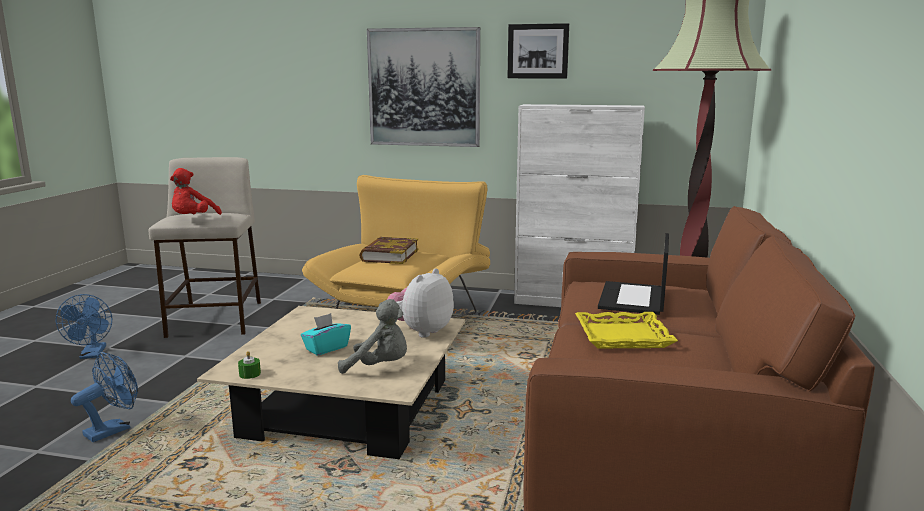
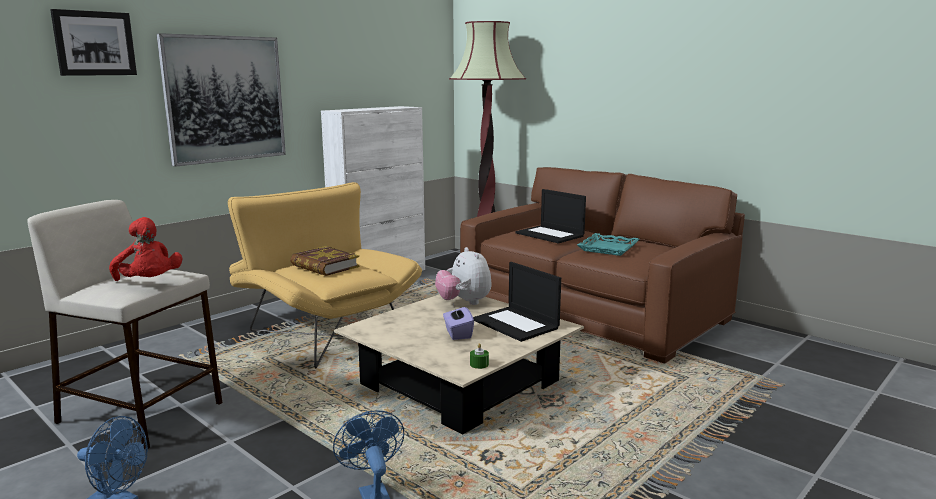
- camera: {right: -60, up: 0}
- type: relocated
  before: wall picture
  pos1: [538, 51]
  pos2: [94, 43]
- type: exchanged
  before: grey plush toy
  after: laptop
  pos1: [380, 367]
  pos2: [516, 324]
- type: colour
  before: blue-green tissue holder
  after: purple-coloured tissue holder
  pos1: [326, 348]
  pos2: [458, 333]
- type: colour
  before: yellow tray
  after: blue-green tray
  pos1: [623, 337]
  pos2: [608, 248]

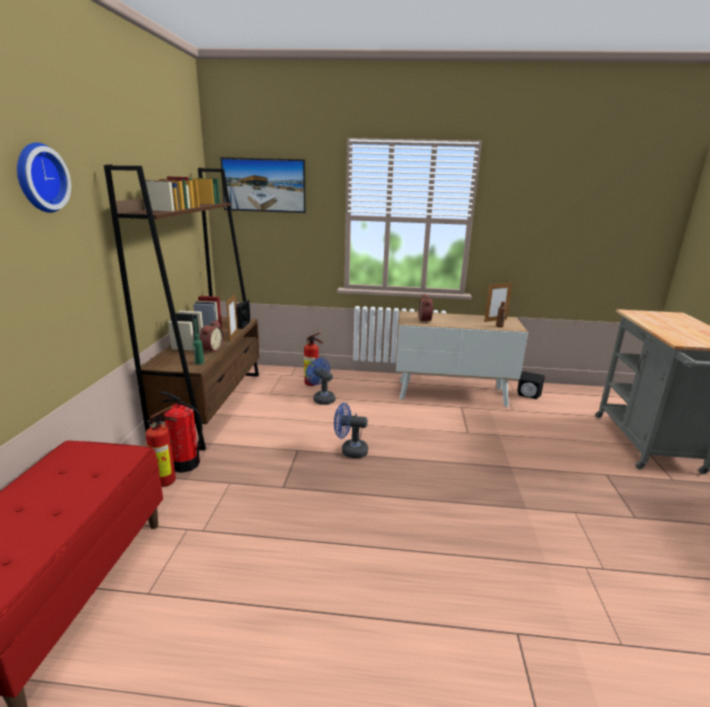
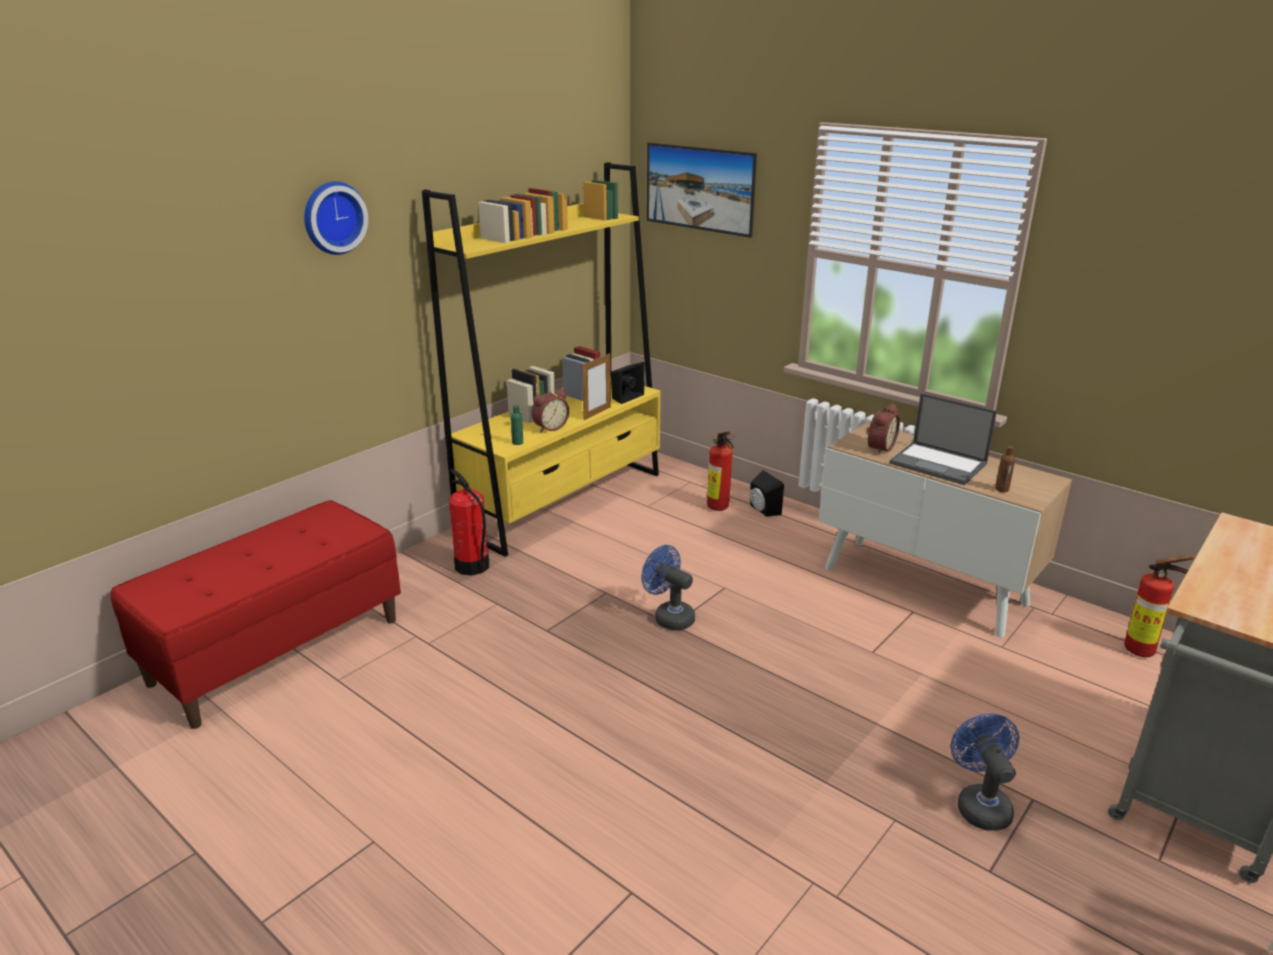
- camera: {right: 35, up: 5}
- type: missing
  before: photo frame
  pos1: [495, 320]
- type: appeared
  after: laptop
  pos2: [939, 464]
- type: relocated
  before: extinguisher
  pos1: [168, 481]
  pos2: [1144, 652]
- type: relocated
  before: blue cooling fan
  pos1: [321, 399]
  pos2: [979, 804]
- type: relocated
  before: blackish speaker
  pos1: [528, 396]
  pos2: [762, 510]
- type: colour
  before: brown-coloured bookshelf
  after: yellow bookshelf
  pos1: [212, 405]
  pos2: [563, 501]

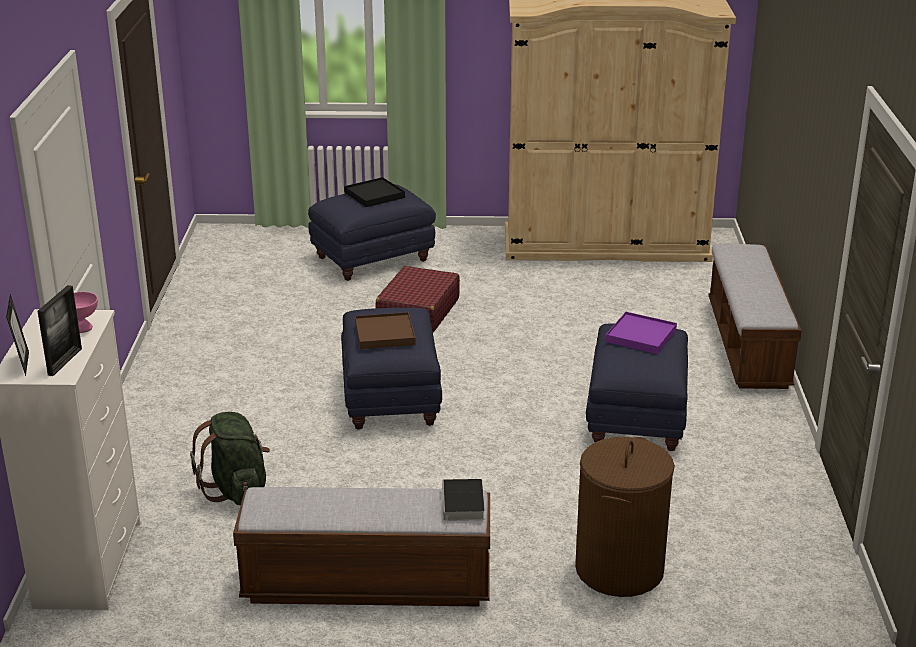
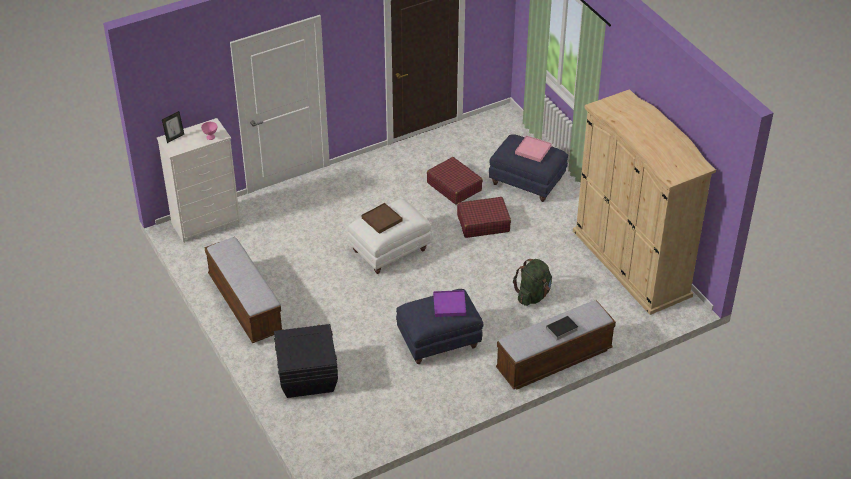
- camera: {right: 60, up: 15}
- type: missing
  before: photo frame
  pos1: [65, 361]
- type: appeared
  after: red piece of luggage
  pos2: [454, 186]
- type: relocated
  before: green-coloured knapsack
  pos1: [236, 490]
  pos2: [533, 295]
- type: relocated
  before: volume
  pos1: [463, 505]
  pos2: [561, 330]
- type: exchanged
  before: brown-coloured washing basket
  after: blackish storage container
  pos1: [619, 570]
  pos2: [307, 377]
- type: colour
  before: blue ottoman
  after: white-coloured ottoman
  pos1: [390, 398]
  pos2: [390, 250]
- type: colour
  before: blackish tray
  after: pink tray
  pos1: [374, 195]
  pos2: [533, 150]

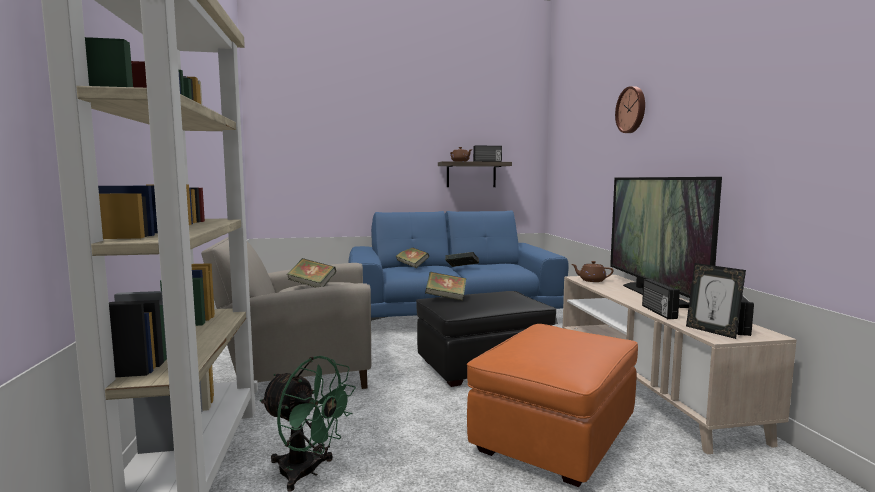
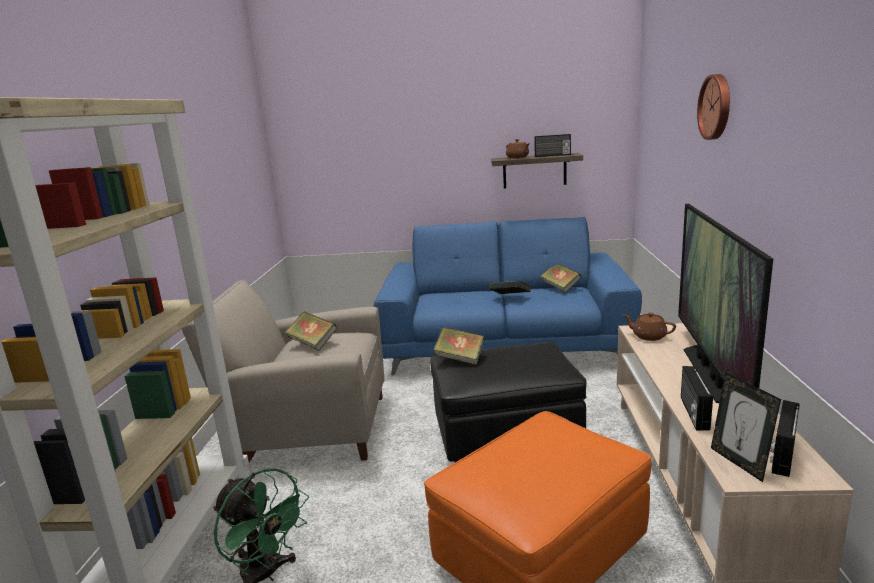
- camera: {right: 15, up: 10}
- type: relocated
  before: volume
  pos1: [412, 266]
  pos2: [560, 287]

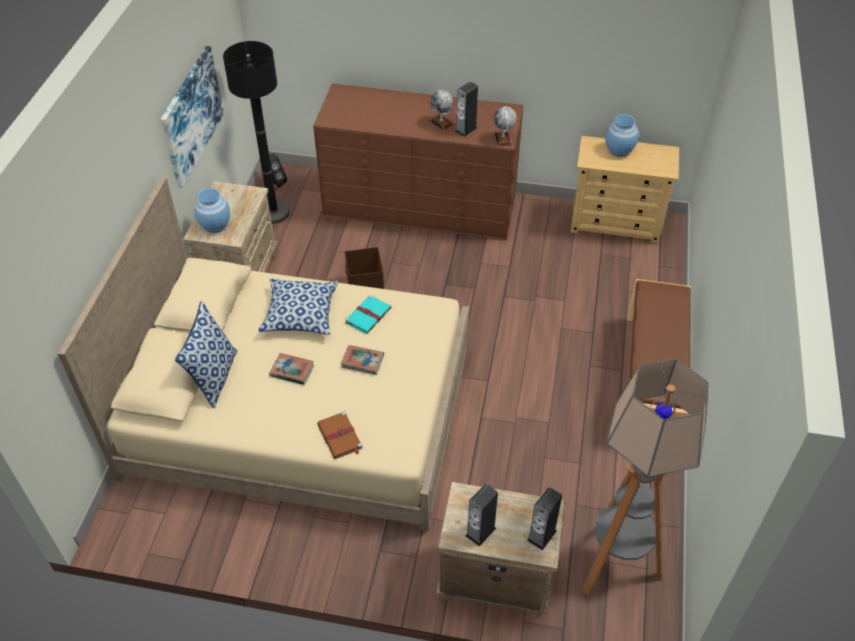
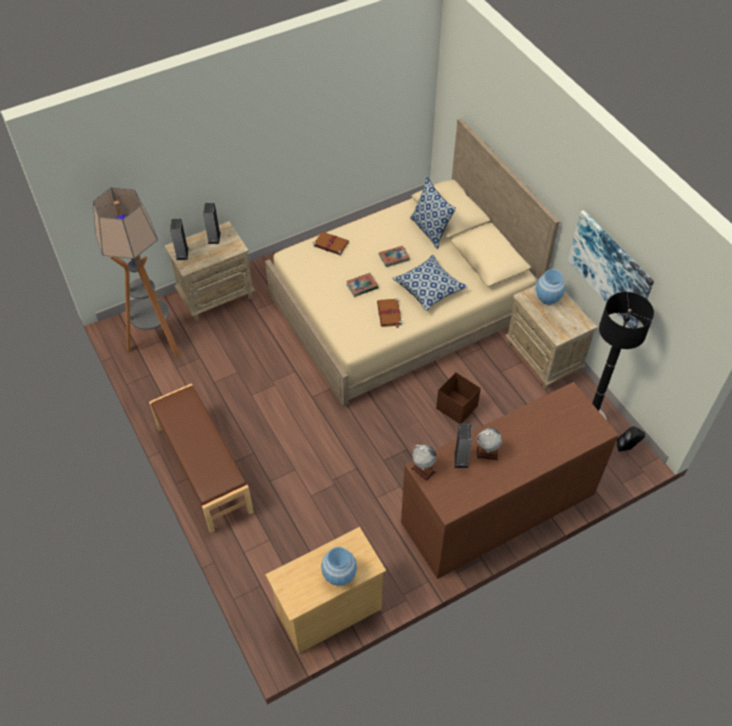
- camera: {right: 140, up: 5}
- type: colour
  before: blue-green volume
  after: brown-coloured volume
  pos1: [368, 315]
  pos2: [389, 314]

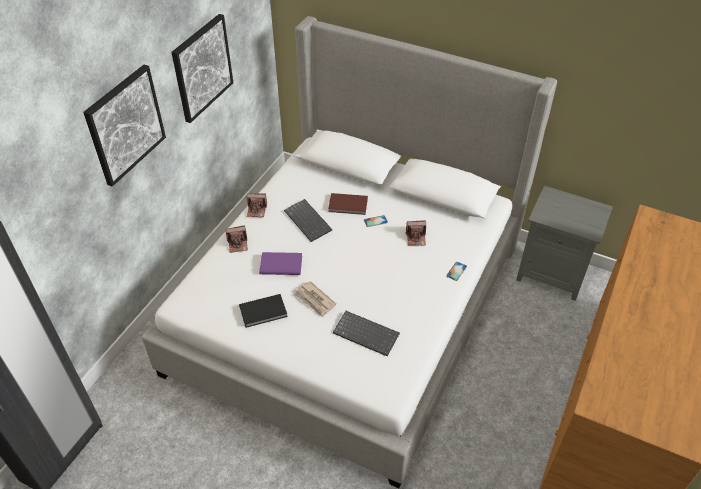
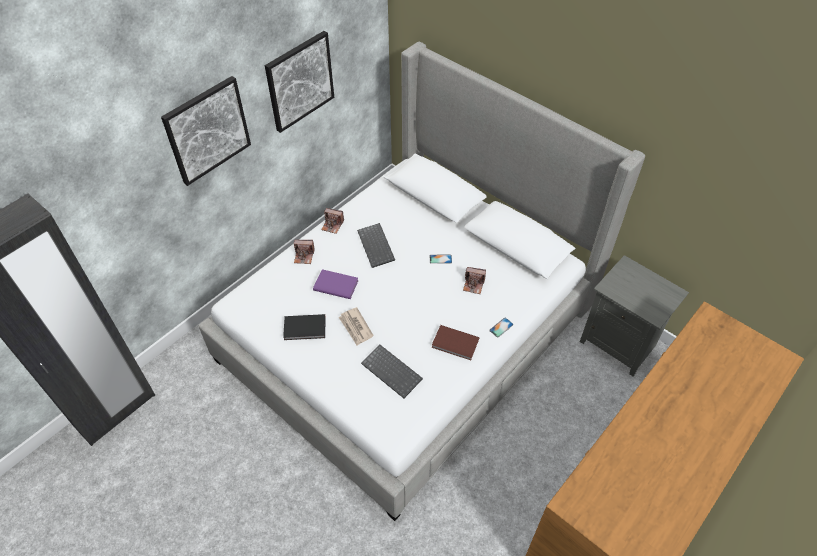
- camera: {right: 15, up: 5}
- type: relocated
  before: brown-coloured volume
  pos1: [348, 205]
  pos2: [455, 344]

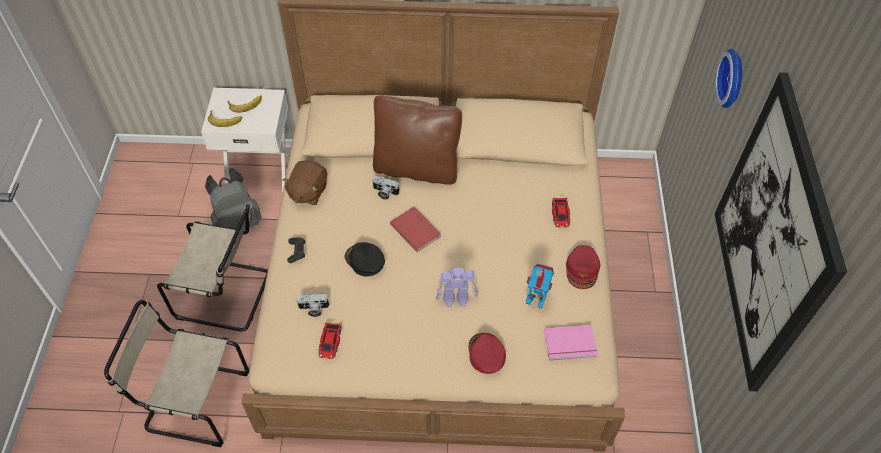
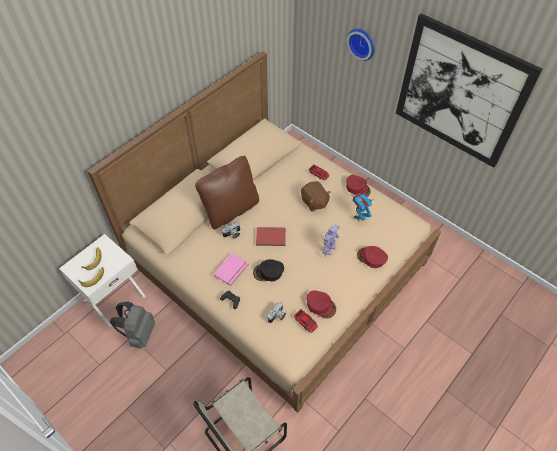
- camera: {right: -50, up: 0}
- type: missing
  before: sand-coloured chair
  pos1: [227, 295]
- type: appeared
  after: red cap
  pos2: [321, 305]
- type: relocated
  before: brown-coloured plush toy
  pos1: [308, 192]
  pos2: [314, 202]
- type: relocated
  before: pink volume
  pos1: [570, 345]
  pos2: [232, 270]

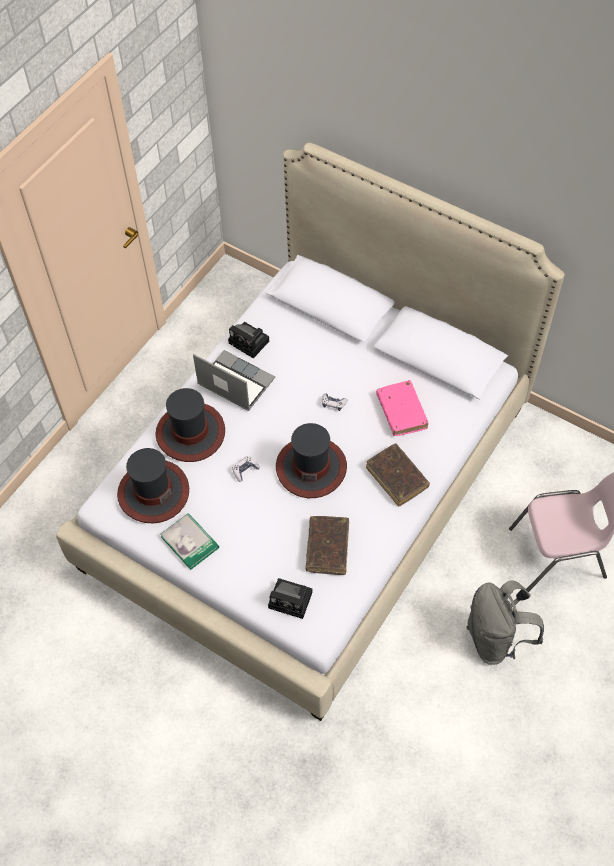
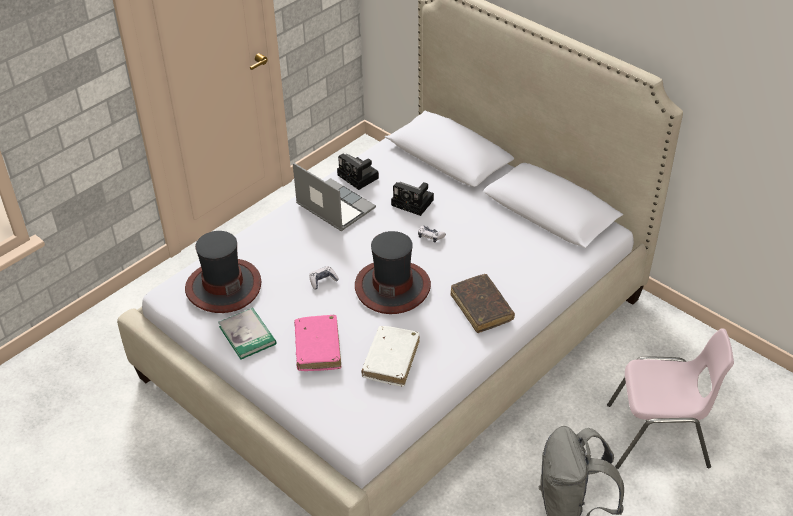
- camera: {right: 10, up: -15}
- type: missing
  before: clothing hat
  pos1: [191, 433]
- type: relocated
  before: still camera
  pos1: [292, 600]
  pos2: [414, 203]
- type: relocated
  before: pink volume
  pos1: [401, 412]
  pos2: [317, 348]
- type: colour
  before: brown-coloured volume
  after: white-coloured volume
  pos1: [327, 548]
  pos2: [391, 360]

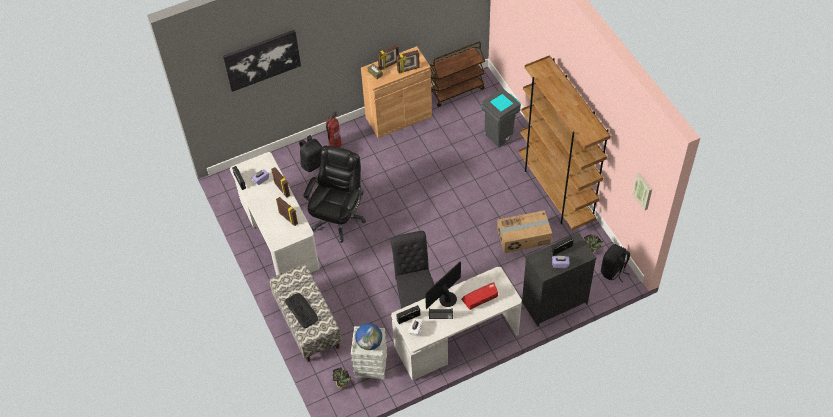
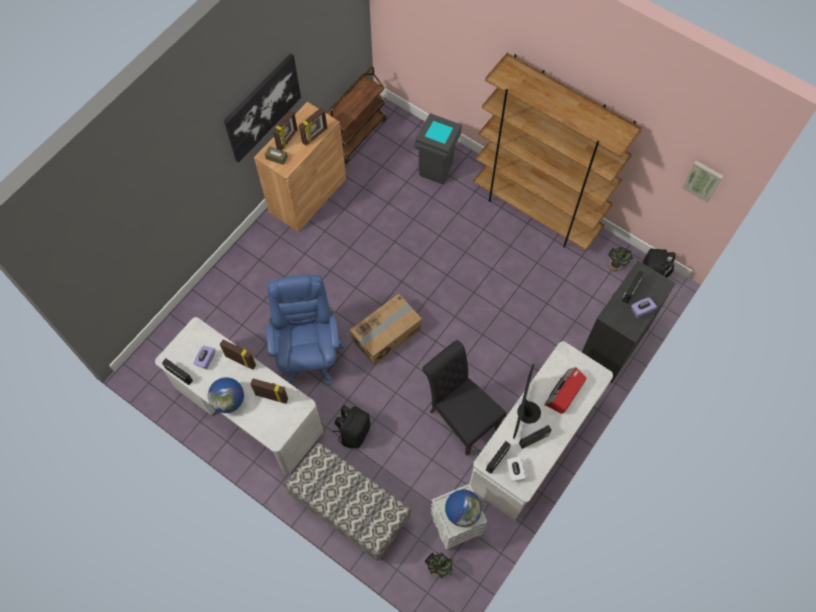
- camera: {right: -30, up: 10}
- type: missing
  before: computer keyboard
  pos1: [301, 310]
- type: missing
  before: extinguisher
  pos1: [335, 144]
- type: appeared
  after: world globe
  pos2: [229, 401]
- type: relocated
  before: wall picture
  pos1: [262, 60]
  pos2: [262, 107]
- type: relocated
  before: blackish knapsack
  pos1: [313, 163]
  pos2: [353, 432]
- type: relocated
  before: cardboard box
  pos1: [524, 237]
  pos2: [387, 334]
- type: colour
  before: blackish desk chair
  after: blue desk chair
  pos1: [338, 218]
  pos2: [308, 354]

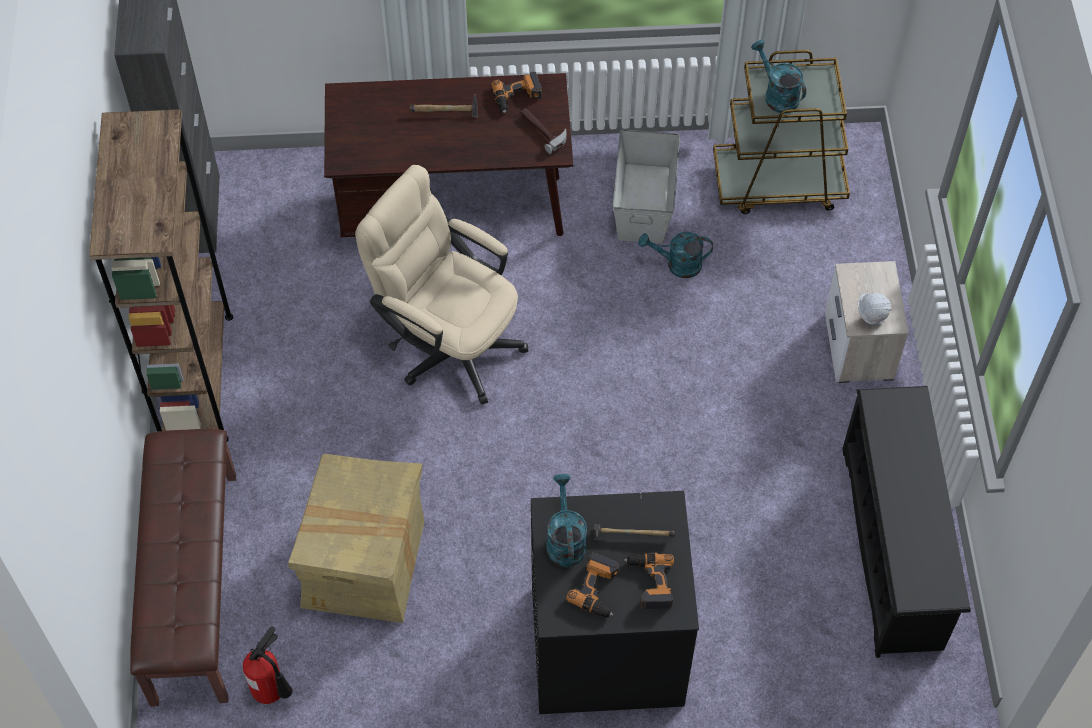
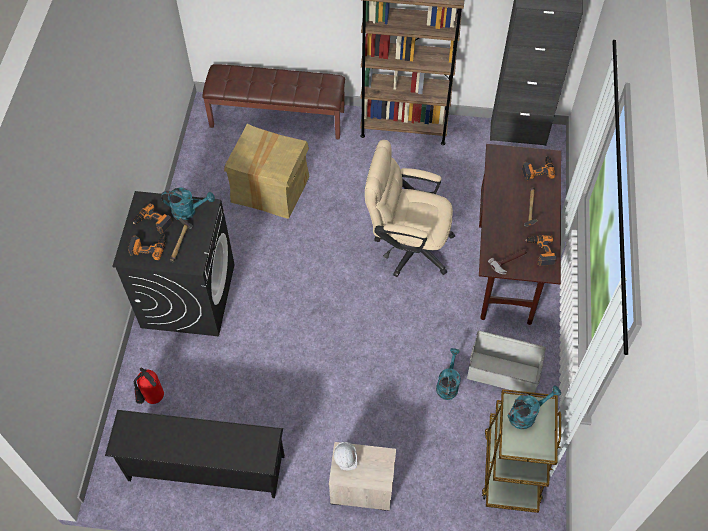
- camera: {right: 100, up: 0}
- type: appeared
  after: power drill
  pos2: [537, 170]
- type: relocated
  before: extinguisher
  pos1: [273, 691]
  pos2: [152, 399]
- type: spun
  before: sand-coloured desk chair
  pos1: [448, 343]
  pos2: [407, 246]
  turn: -120

